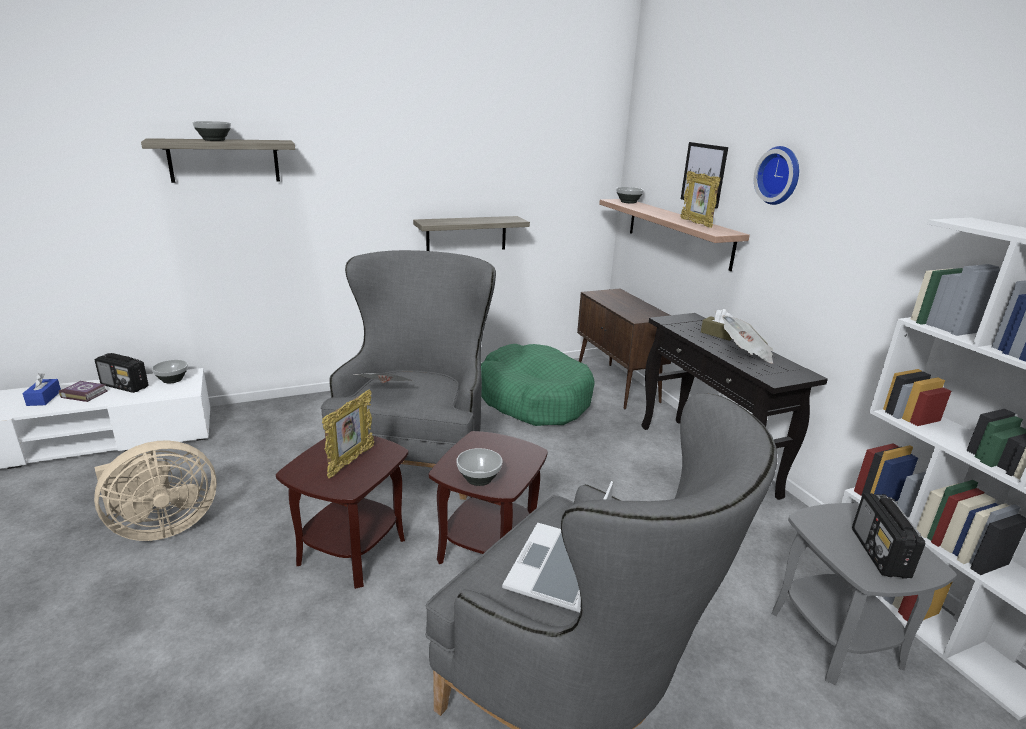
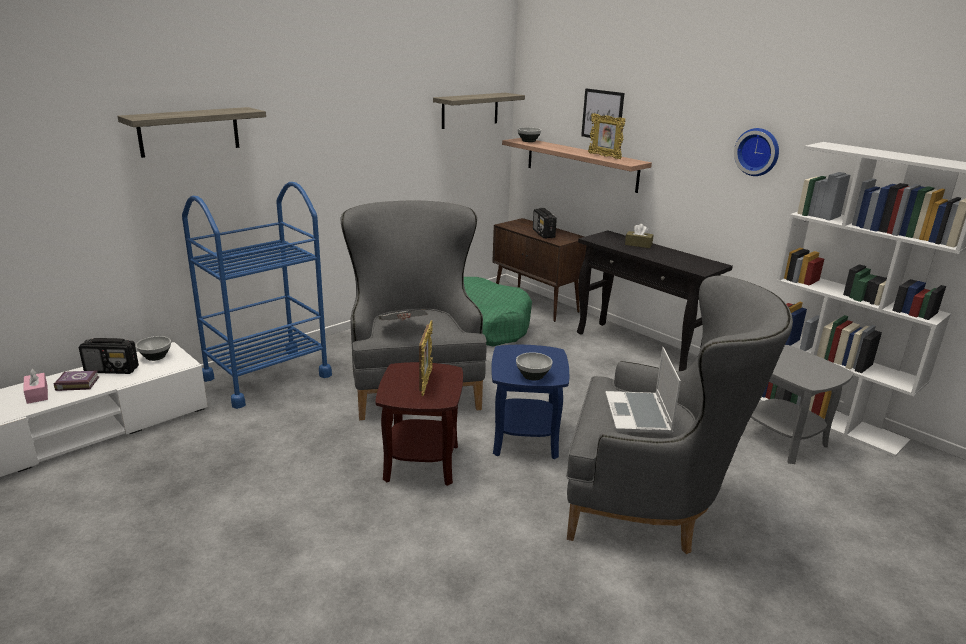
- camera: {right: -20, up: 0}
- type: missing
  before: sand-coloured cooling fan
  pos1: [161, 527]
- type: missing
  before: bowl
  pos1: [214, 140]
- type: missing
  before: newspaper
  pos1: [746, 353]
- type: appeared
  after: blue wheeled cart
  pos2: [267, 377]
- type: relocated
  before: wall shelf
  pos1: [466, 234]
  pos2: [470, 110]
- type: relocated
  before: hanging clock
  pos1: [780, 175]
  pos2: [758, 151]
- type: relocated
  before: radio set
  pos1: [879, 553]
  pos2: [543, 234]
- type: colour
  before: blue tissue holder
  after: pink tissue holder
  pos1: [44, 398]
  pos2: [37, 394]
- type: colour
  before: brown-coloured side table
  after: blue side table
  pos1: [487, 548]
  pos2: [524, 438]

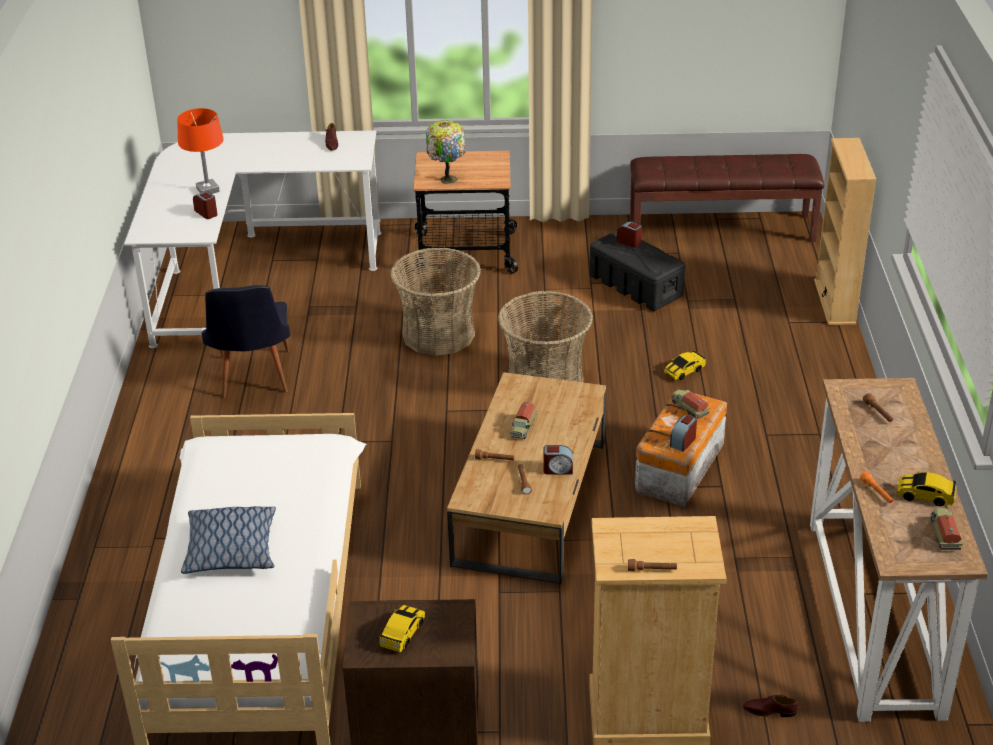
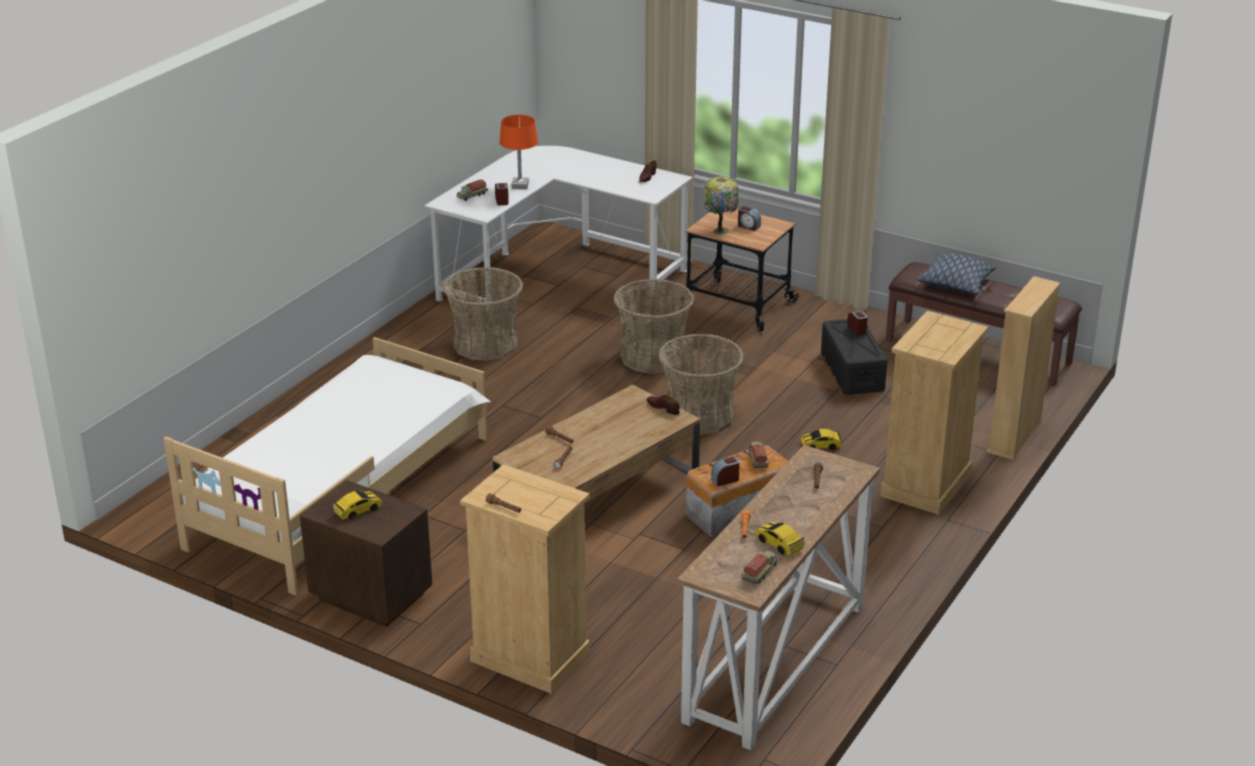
- camera: {right: 30, up: -5}
- type: appeared
  after: sand-coloured chest of drawers
  pos2: [926, 485]
- type: relocated
  before: throw pillow
  pos1: [232, 550]
  pos2: [956, 283]
- type: relocated
  before: toy lorry
  pos1: [522, 428]
  pos2: [471, 196]
- type: relocated
  before: table clock
  pos1: [558, 469]
  pos2: [748, 226]
- type: relocated
  before: brown-coloured low shoe
  pos1: [769, 711]
  pos2: [663, 408]
- type: exchanged
  before: blackish chair
  after: household basket
  pos1: [253, 379]
  pos2: [485, 344]

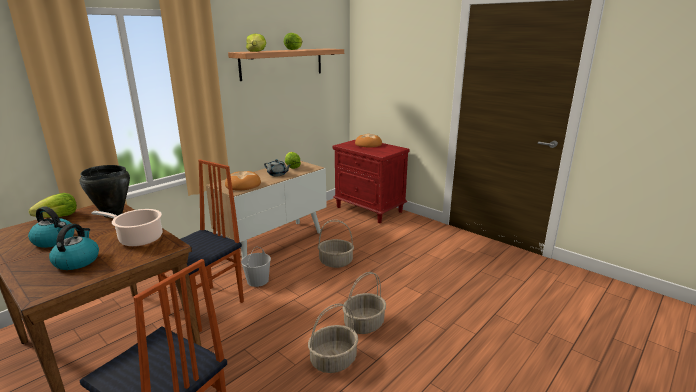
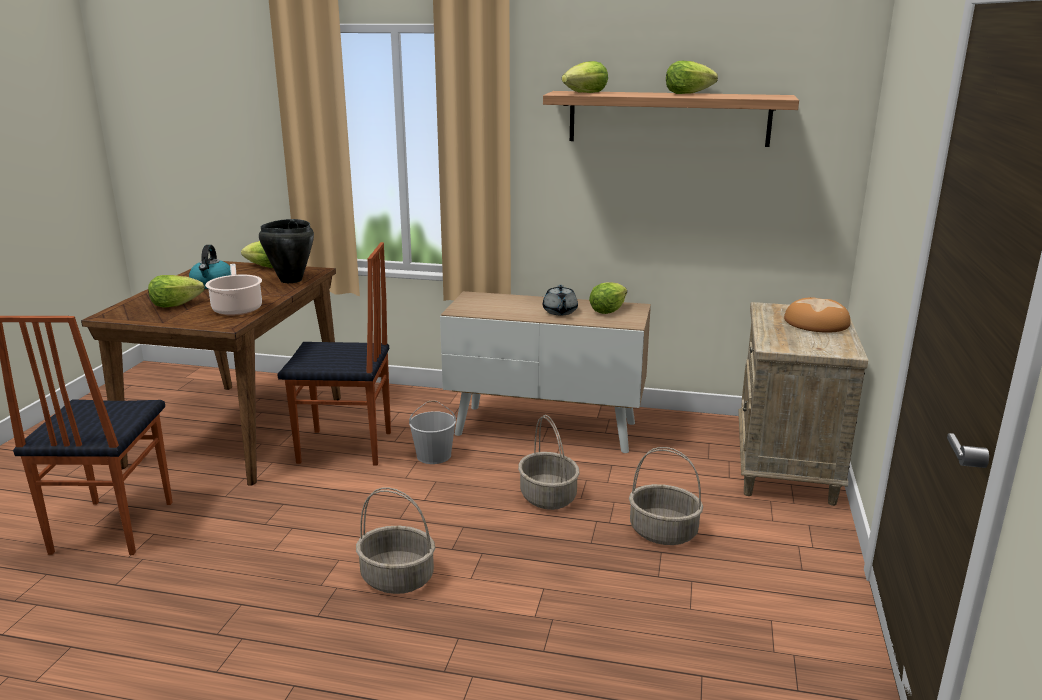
- camera: {right: 60, up: 0}
- type: missing
  before: baked bread
  pos1: [243, 185]
- type: relocated
  before: household basket
  pos1: [333, 360]
  pos2: [664, 532]
- type: exchanged
  before: water kettle
  after: head of lettuce
  pos1: [77, 261]
  pos2: [175, 305]
- type: colour
  before: red nightstand
  after: sand-coloured nightstand
  pos1: [370, 209]
  pos2: [786, 468]

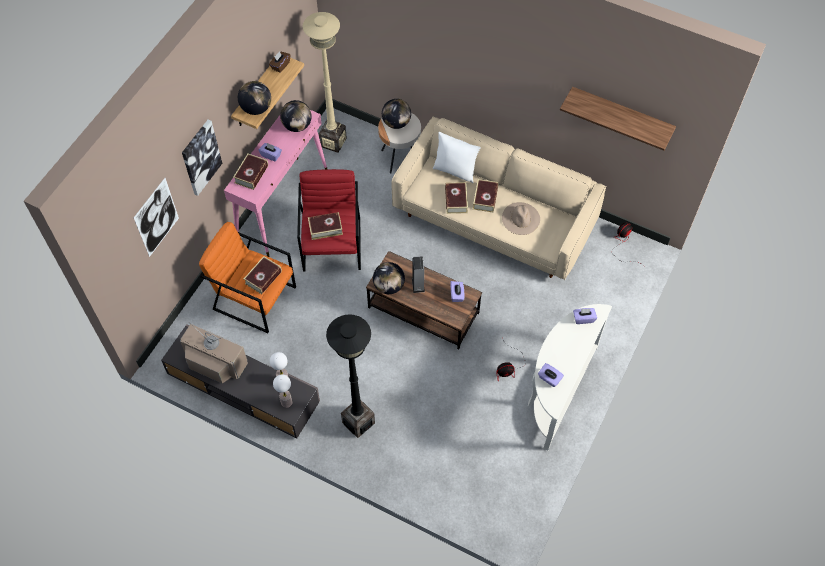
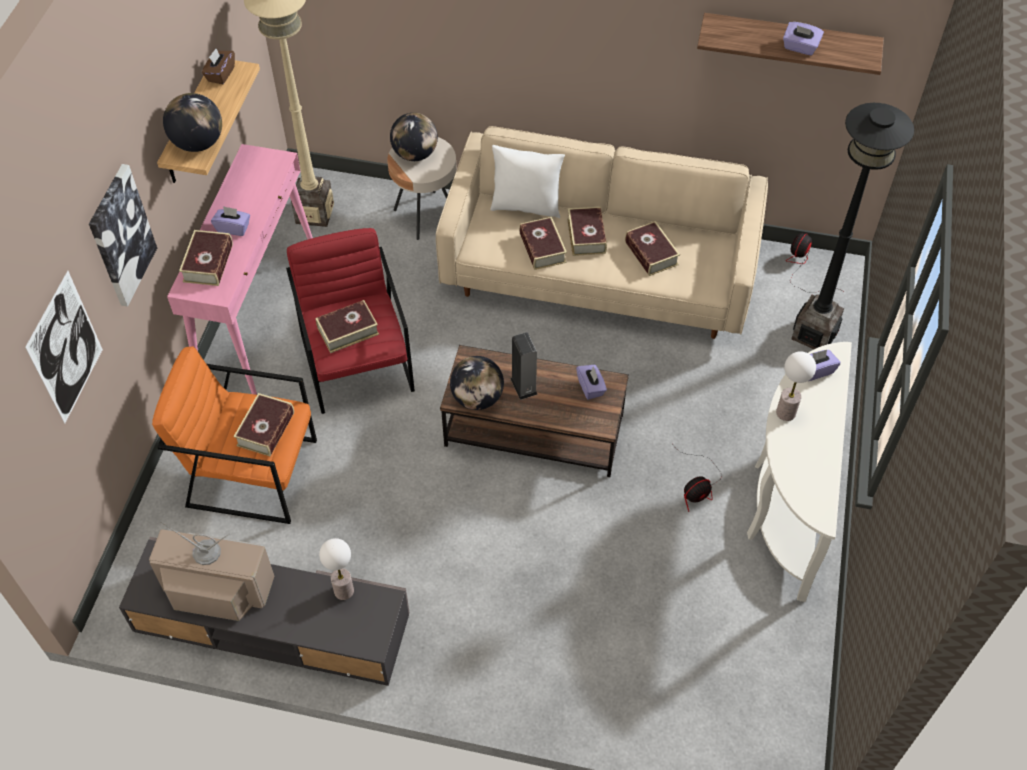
- camera: {right: -15, up: -5}
- type: missing
  before: world globe
  pos1: [297, 126]
- type: relocated
  before: tabletop lamp
  pos1: [286, 402]
  pos2: [786, 413]
- type: relocated
  before: blackish floor lamp
  pos1: [358, 422]
  pos2: [813, 334]
- type: relocated
  before: purple-coloured tissue holder
  pos1: [549, 379]
  pos2: [800, 47]
- type: exchanged
  before: sand-coloured clothing hat
  after: volume
  pos1: [521, 218]
  pos2: [651, 253]

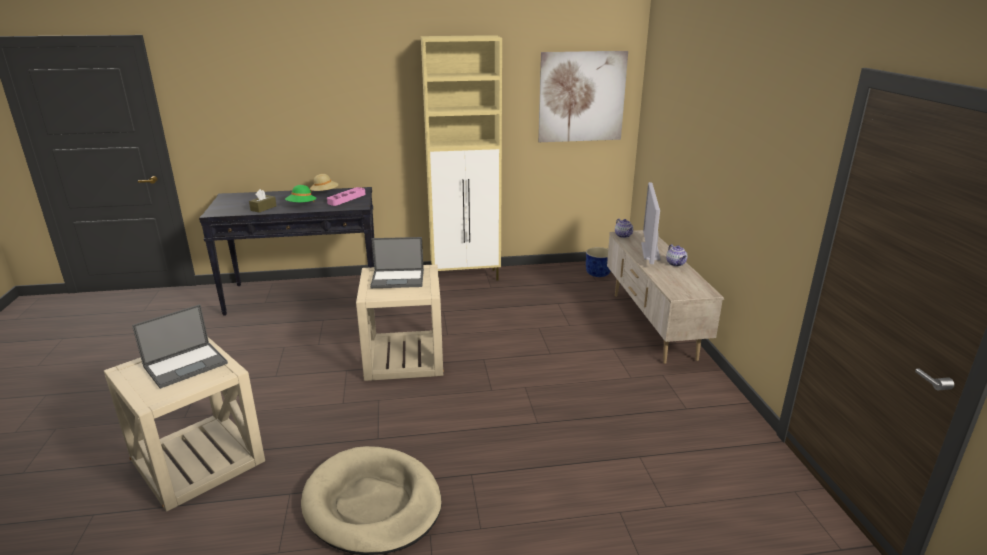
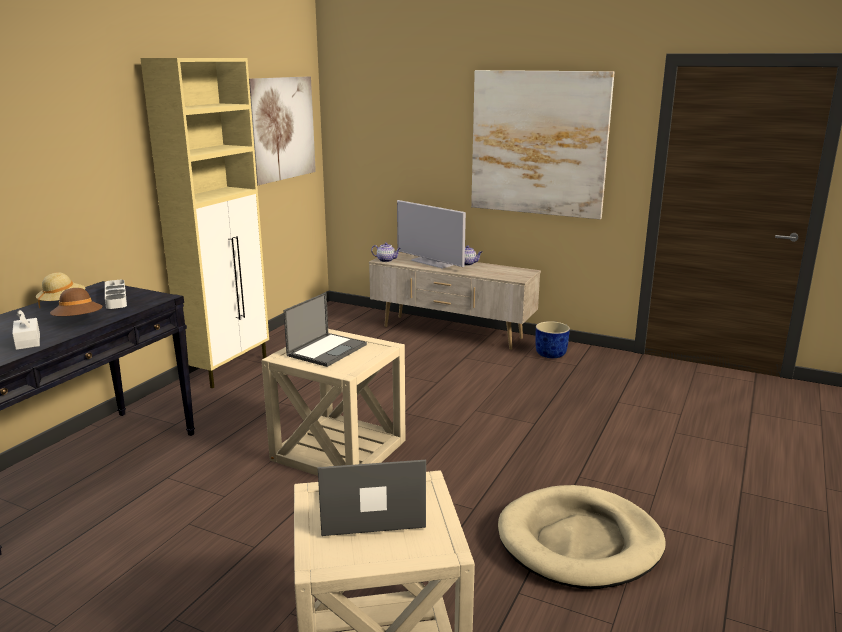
- camera: {right: -55, up: -5}
- type: appeared
  after: wall picture
  pos2: [538, 143]
- type: relocated
  before: blue plant pot
  pos1: [598, 273]
  pos2: [551, 354]
- type: colour
  before: brown-coloured tissue holder
  after: white-coloured tissue holder
  pos1: [263, 208]
  pos2: [28, 341]
- type: colour
  before: green-coloured clothing hat
  after: brown-coloured clothing hat
  pos1: [301, 205]
  pos2: [78, 321]
- type: colour
  before: pink tray
  after: white-coloured tray
  pos1: [346, 199]
  pos2: [116, 297]
- type: spun
  before: laptop
  pos1: [186, 364]
  pos2: [369, 508]
  turn: -90

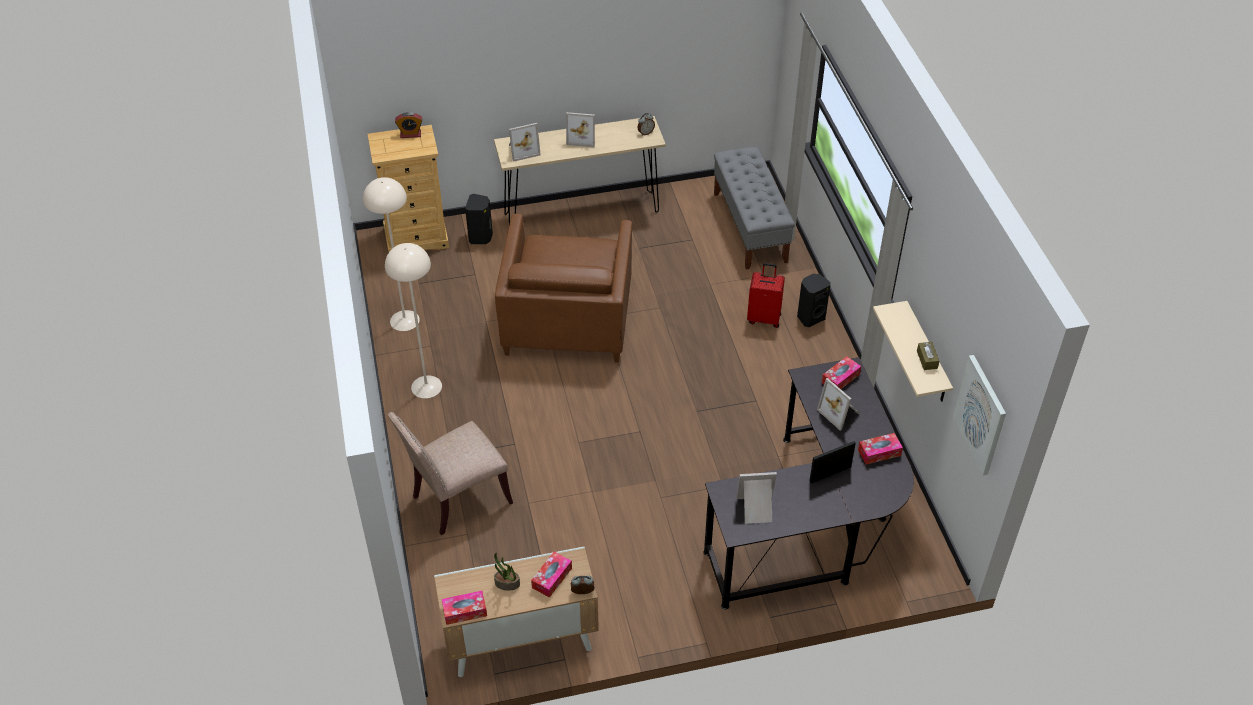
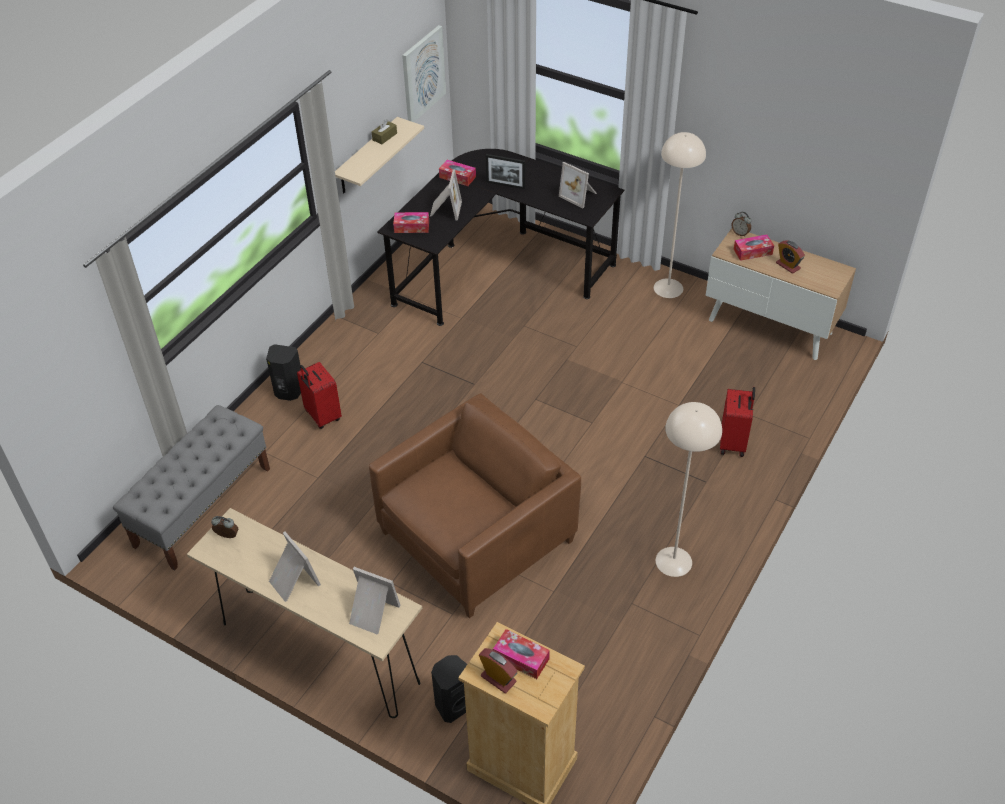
- camera: {right: -135, up: 0}
- type: relocated
  before: sand-coloured floor lamp
  pos1: [404, 320]
  pos2: [668, 288]
- type: relocated
  before: tissue holder
  pos1: [464, 611]
  pos2: [521, 658]
- type: exchanged
  before: sand-coloured chair
  after: red piece of luggage
  pos1: [457, 500]
  pos2: [733, 443]
- type: exchanged
  before: plant in a pot
  after: table clock
  pos1: [507, 584]
  pos2: [788, 266]

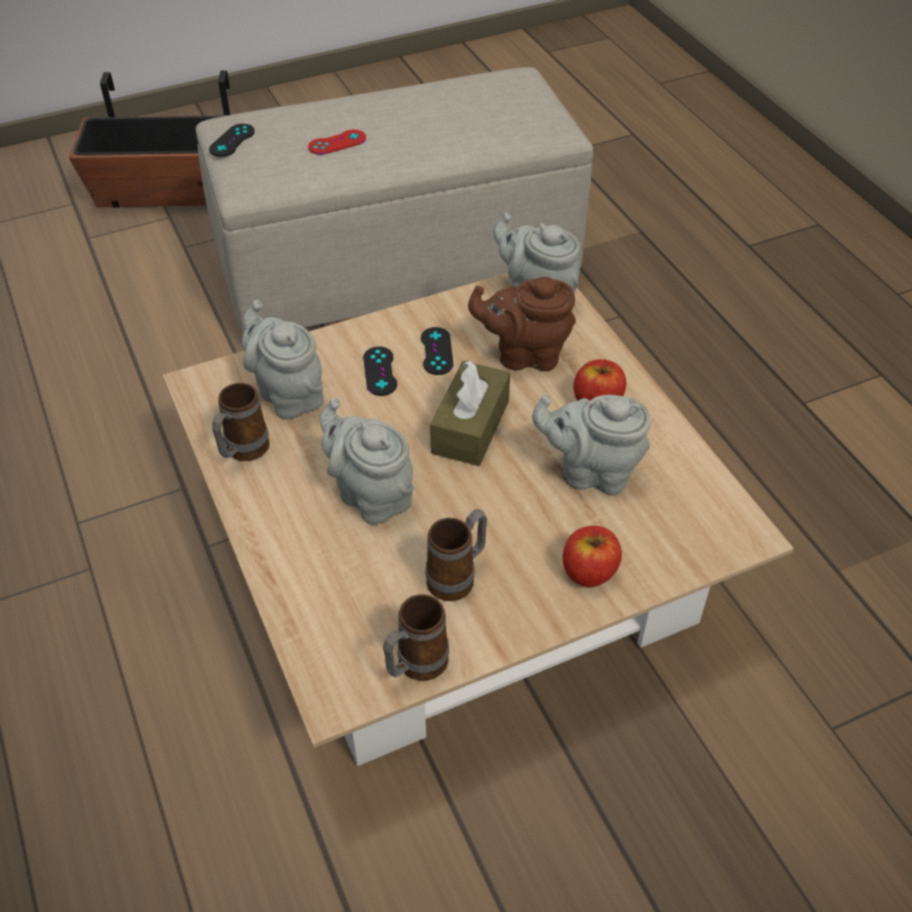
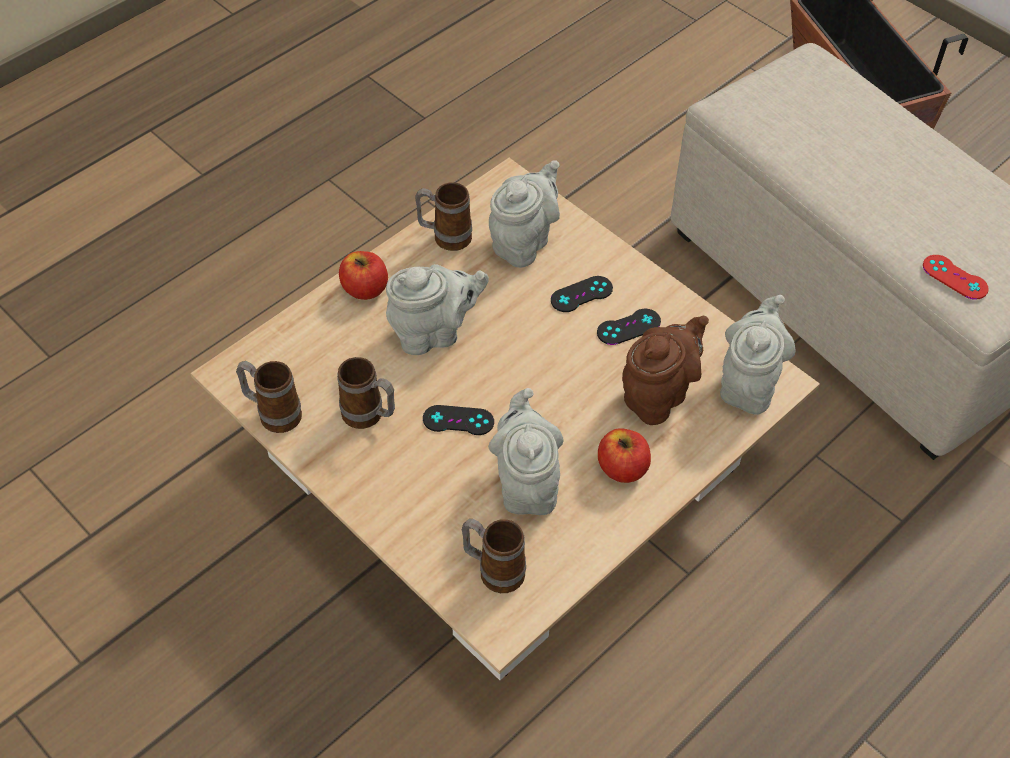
- camera: {right: 70, up: 5}
- type: missing
  before: brown-coloured tissue holder
  pos1: [470, 427]
- type: appeared
  after: tea mug
  pos2: [493, 570]
- type: relocated
  before: blackish joypad
  pos1: [232, 140]
  pos2: [458, 420]
- type: relocated
  before: red joypad
  pos1: [337, 142]
  pos2: [955, 277]
- type: relocated
  before: apple
  pos1: [589, 571]
  pos2: [365, 289]
- type: spun
  before: grey tea pot
  pos1: [370, 495]
  pos2: [434, 333]
  turn: 45
- type: spun
  before: brown-coloured tea pot
  pos1: [525, 355]
  pos2: [658, 395]
  turn: 60

